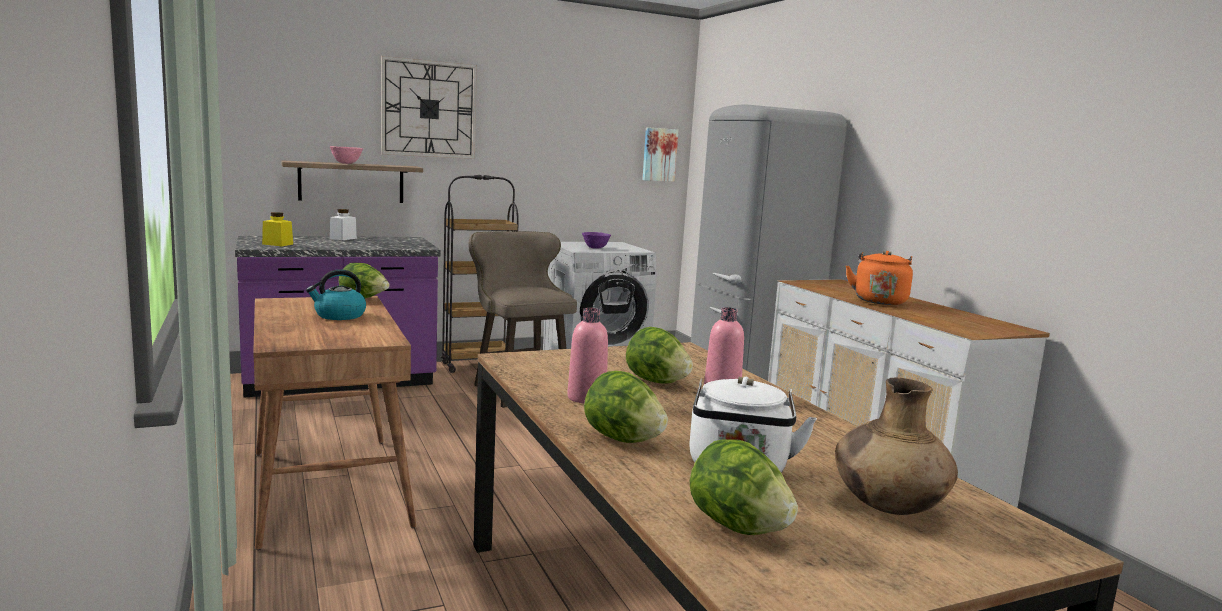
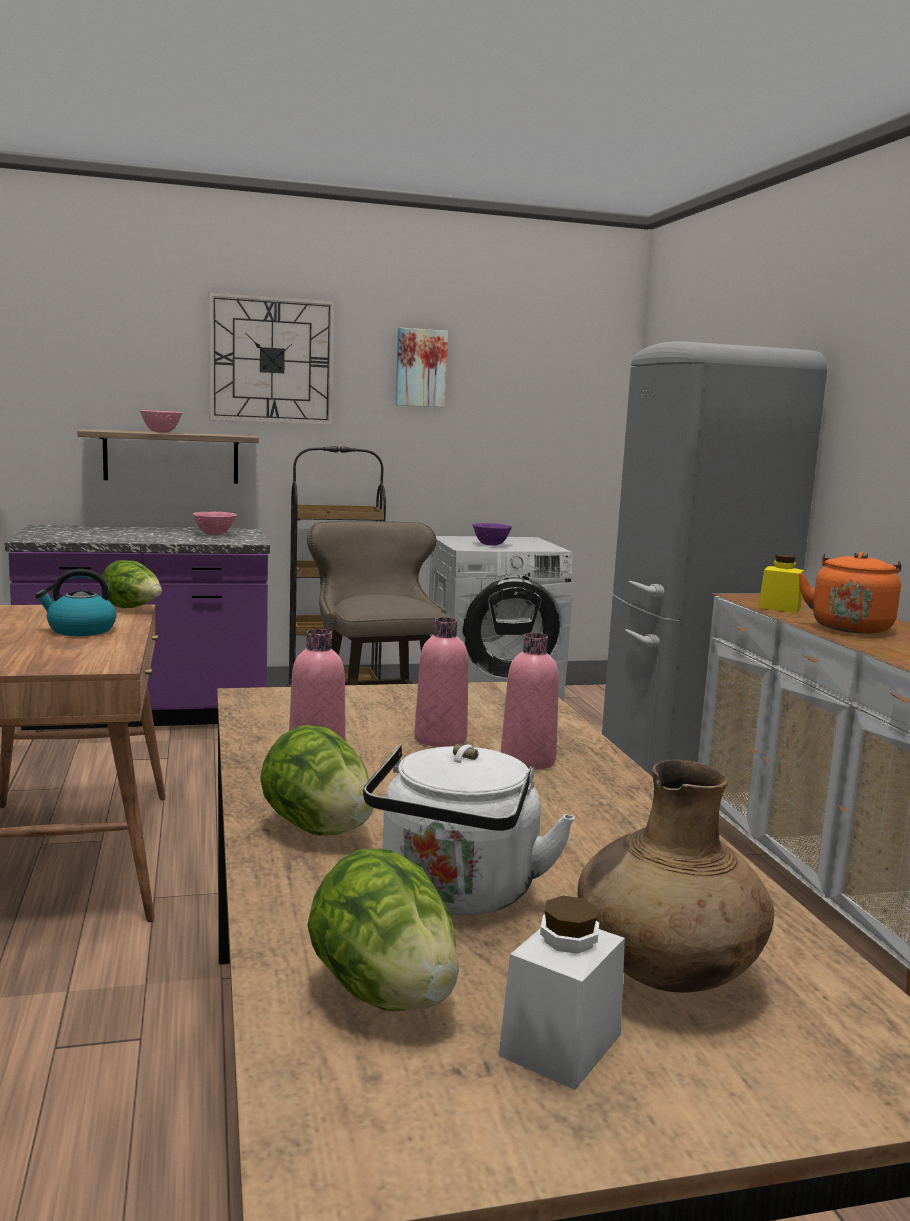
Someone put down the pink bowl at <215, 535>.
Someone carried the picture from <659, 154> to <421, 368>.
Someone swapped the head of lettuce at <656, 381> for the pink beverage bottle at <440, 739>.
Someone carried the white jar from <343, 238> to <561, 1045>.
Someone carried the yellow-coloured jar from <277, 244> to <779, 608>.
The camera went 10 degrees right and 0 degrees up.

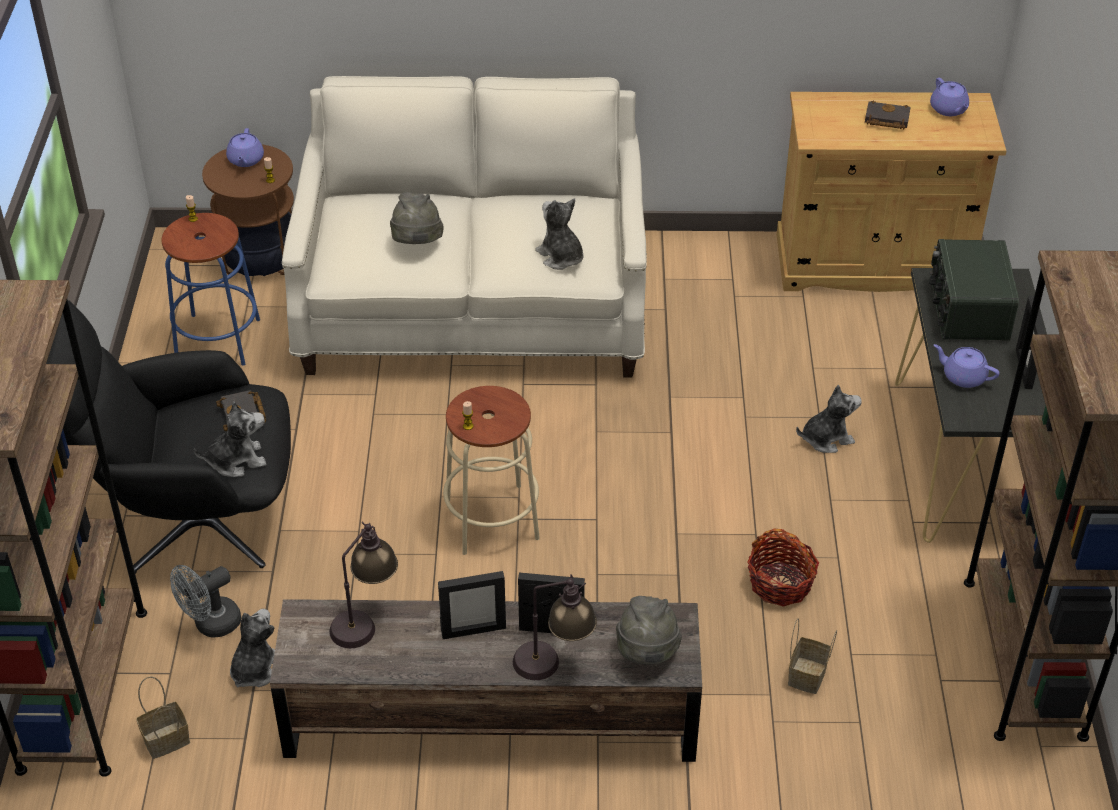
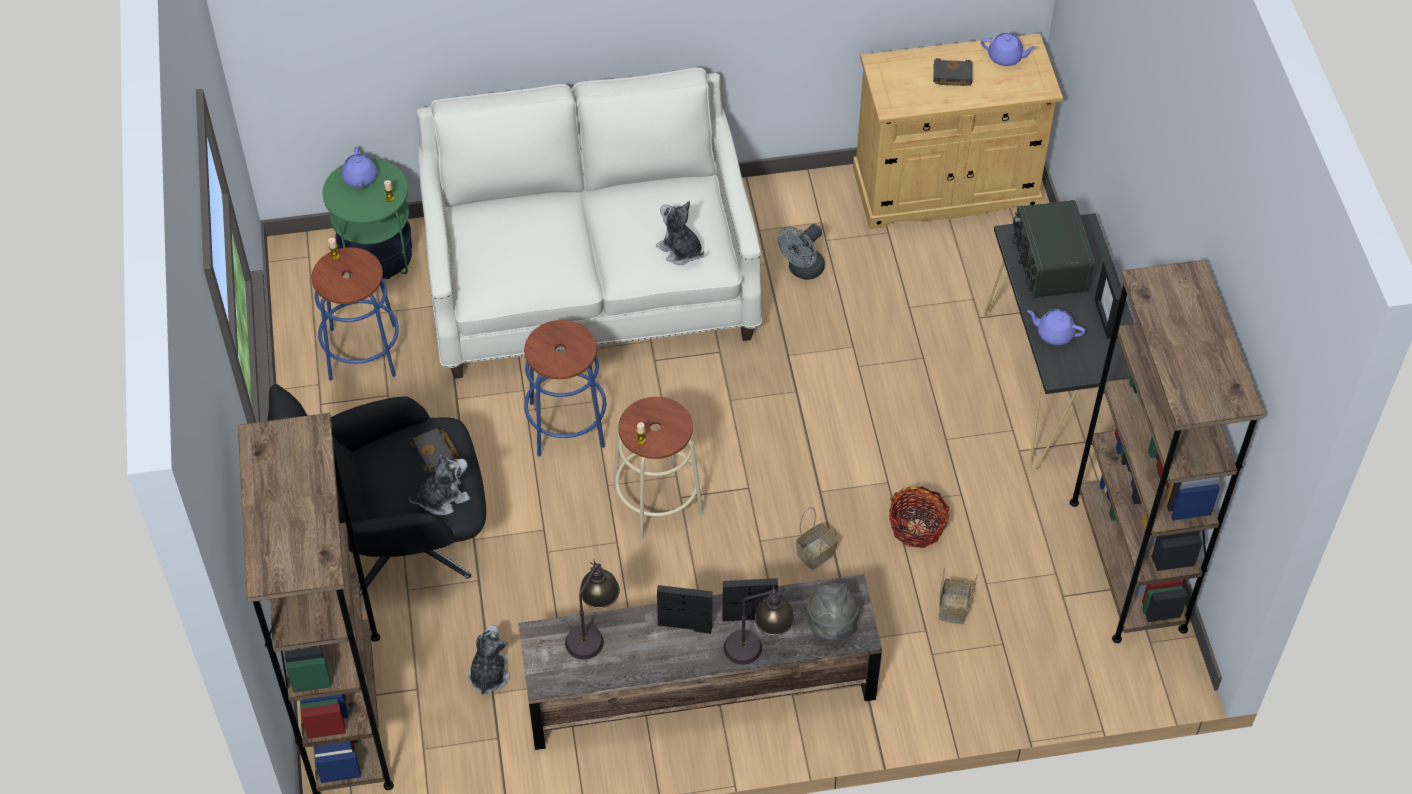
Someone repainted the brownish side table at <260, 258>, which became the green side table at <378, 258>.
Someone put down the blue-coloured stool at <567, 424>.
Someone rotated the standing frame at <473, 629> by 150 degrees counterclockwise.
Someone carried the gray electric fan from <211, 624> to <802, 270>.
Someone carried the basket from <165, 741> to <815, 554>.
Someone rotated the purple pot for tea at <949, 109> by 45 degrees counterclockwise.
Someone took away the gray clothing hat at <416, 244>.
Someone took away the soft toy at <826, 438>.
The camera went 10 degrees left and 10 degrees up.

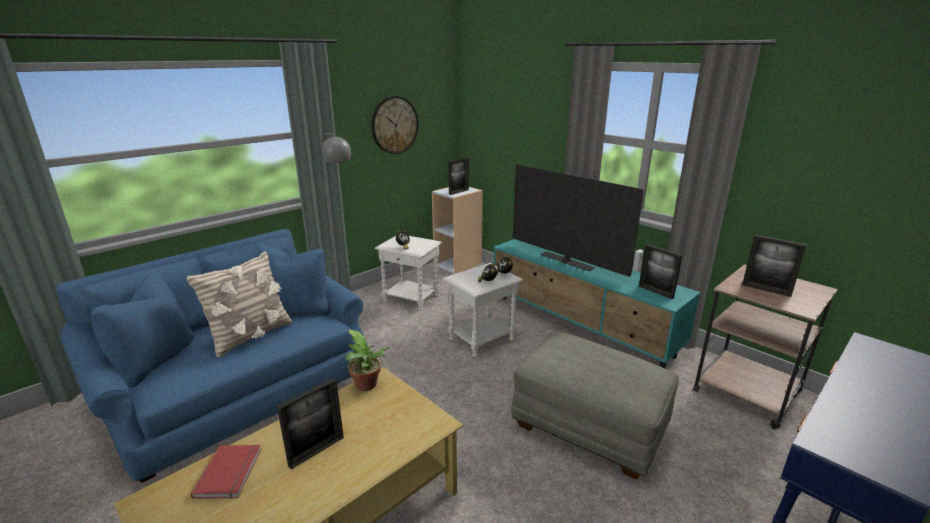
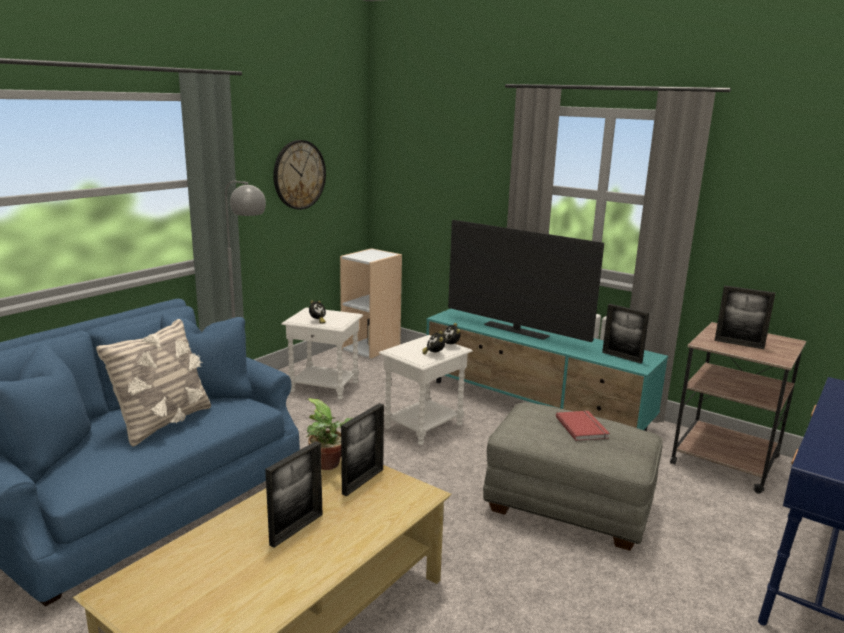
Someone carried the standing frame from <459, 192> to <363, 481>.
Someone carried the reddish book from <231, 472> to <583, 427>.
The camera went 10 degrees left and 5 degrees down.

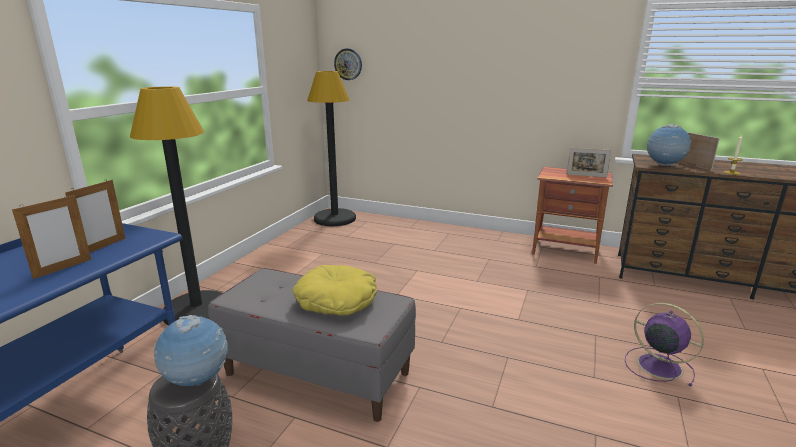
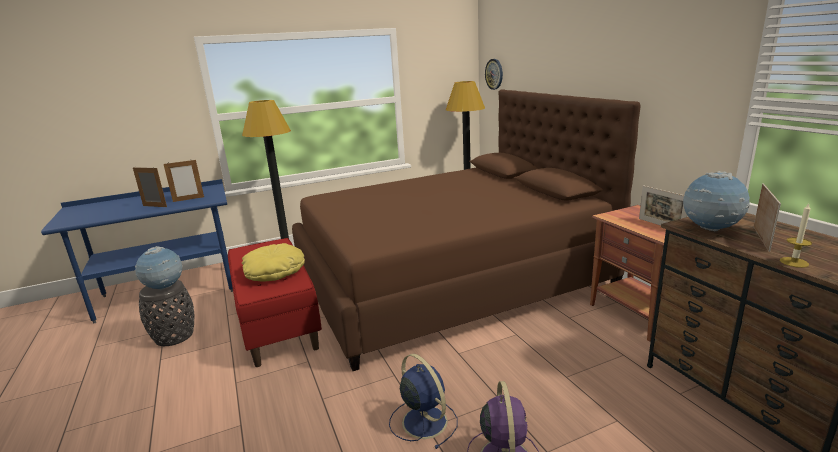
Someone rotated the standing frame at <63, 268> by 150 degrees counterclockwise.
Someone repainted the gray long seat at <318, 373>, which became the reddish long seat at <278, 323>.
Someone put down the brownish bed at <449, 278>.
Someone put down the blue-coloured electric fan at <423, 420>.
The camera went 45 degrees right and 0 degrees up.

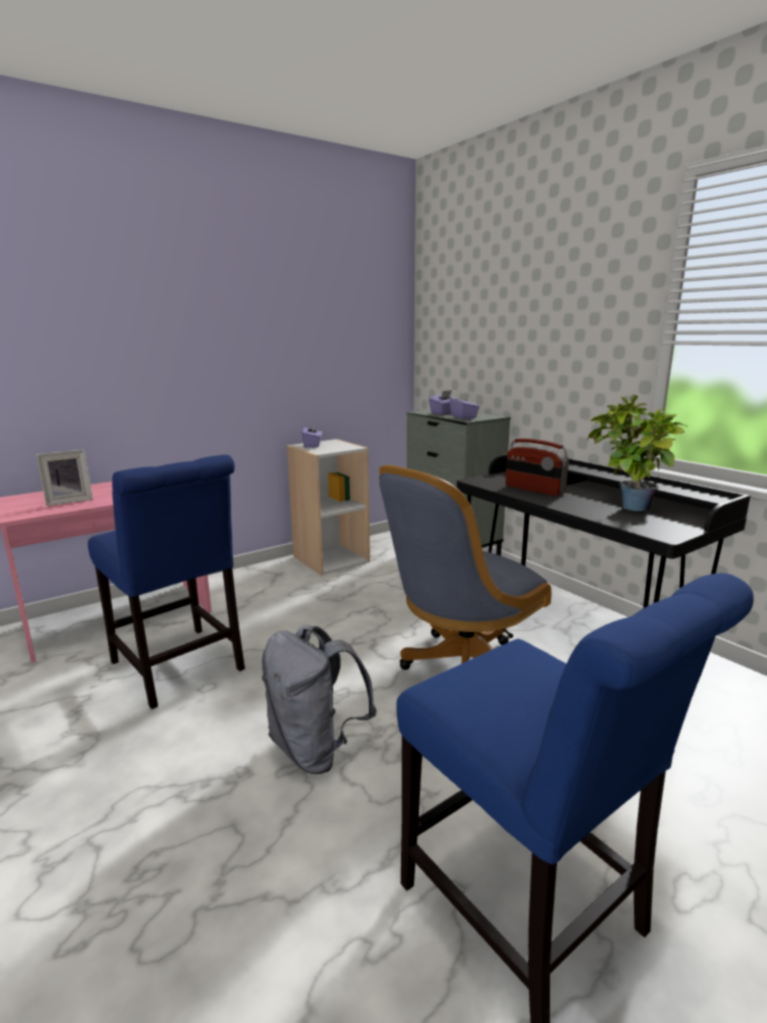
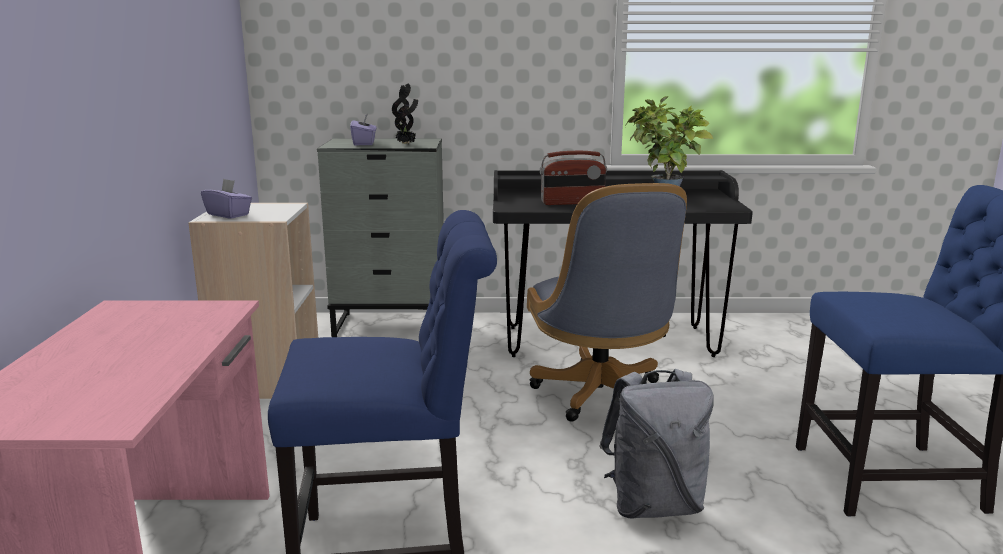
Someone swapped the purple tissue box at <464, 417> for the plant in a pot at <406, 144>.
Someone took away the standing frame at <69, 501>.
The camera went 55 degrees left and 0 degrees up.

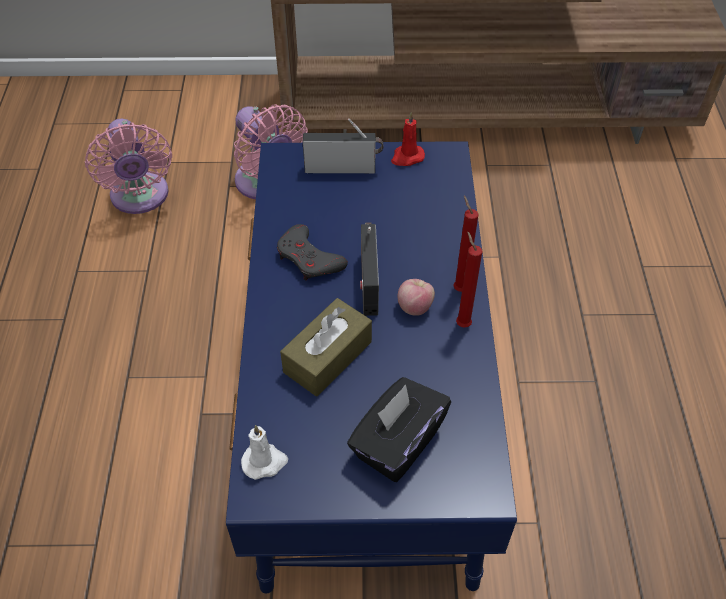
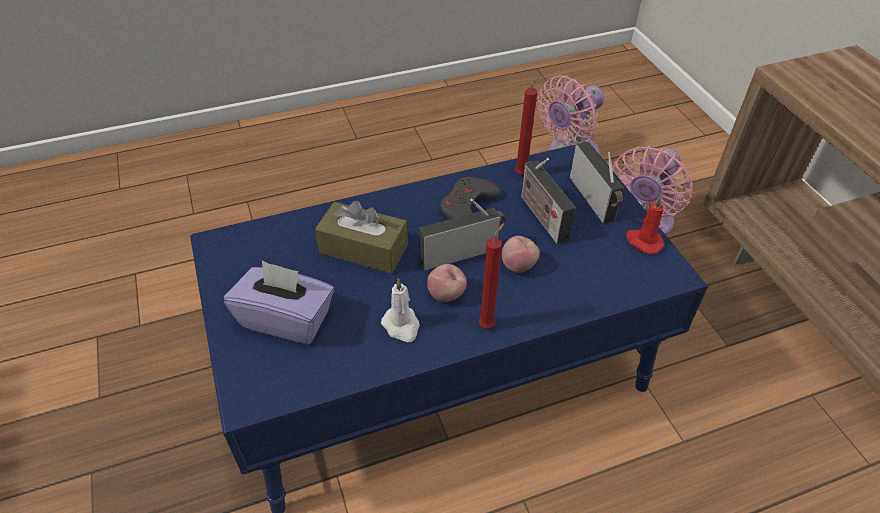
Someone repainted the black-coloured tissue box at <397, 442>, which became the purple tissue box at <286, 319>.
Someone carried the white wax candle from <265, 462> to <402, 326>.
Someone put down the apple at <518, 265>.
Someone carried the reddish wax candle from <462, 323> to <522, 173>.
Someone put down the radio at <541, 216>.
The camera went 70 degrees right and 5 degrees down.

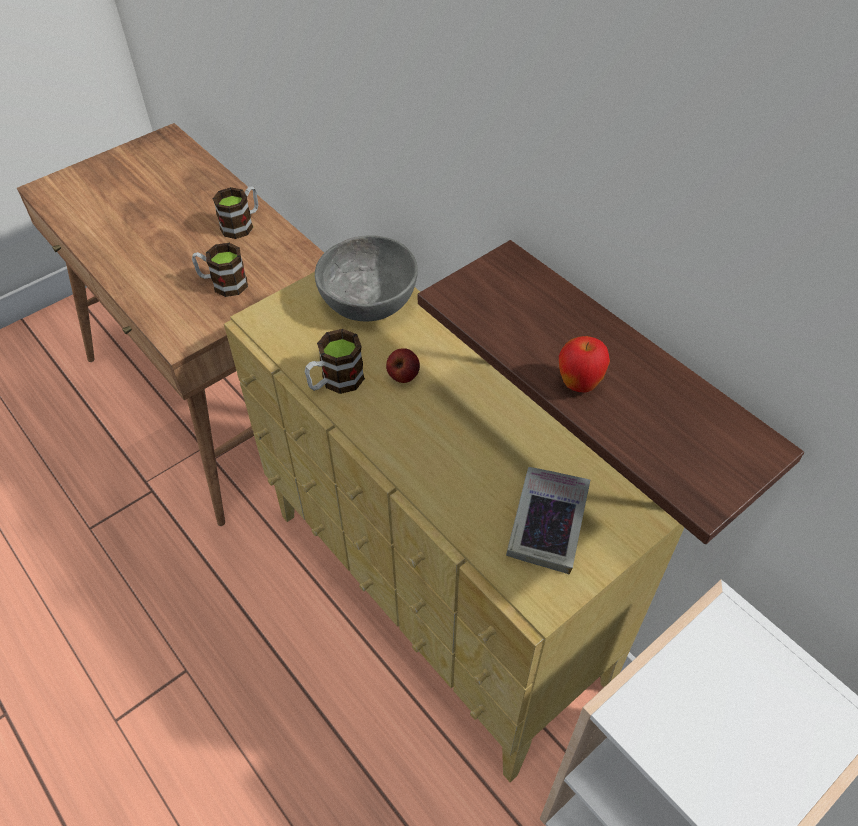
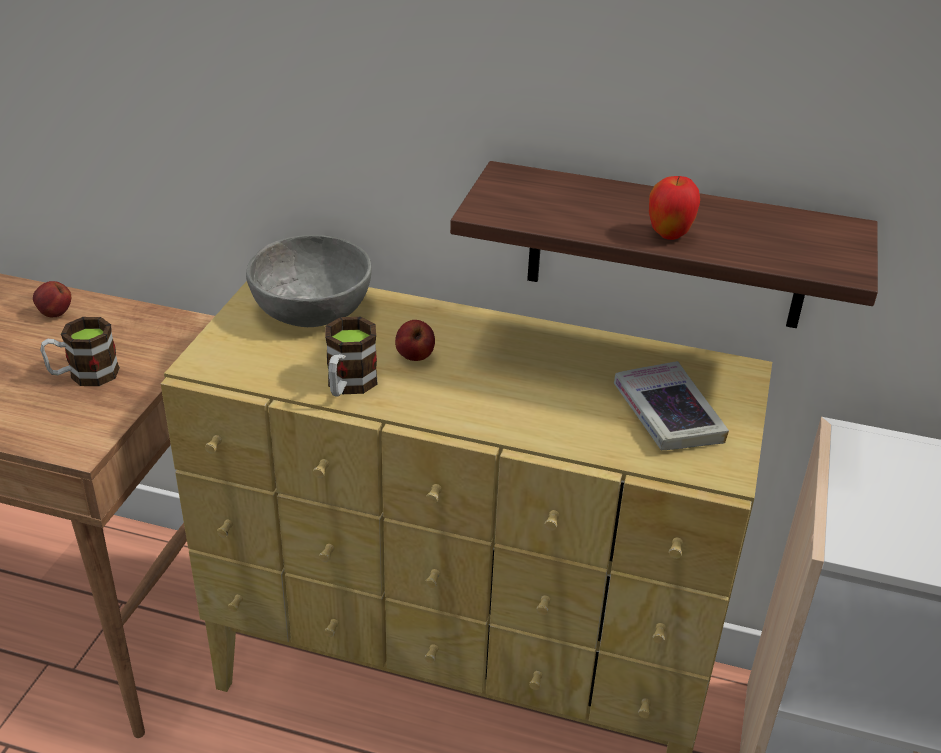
Someone swapped the mug at <242, 224> for the apple at <55, 314>.
The camera went 35 degrees left and 15 degrees down.

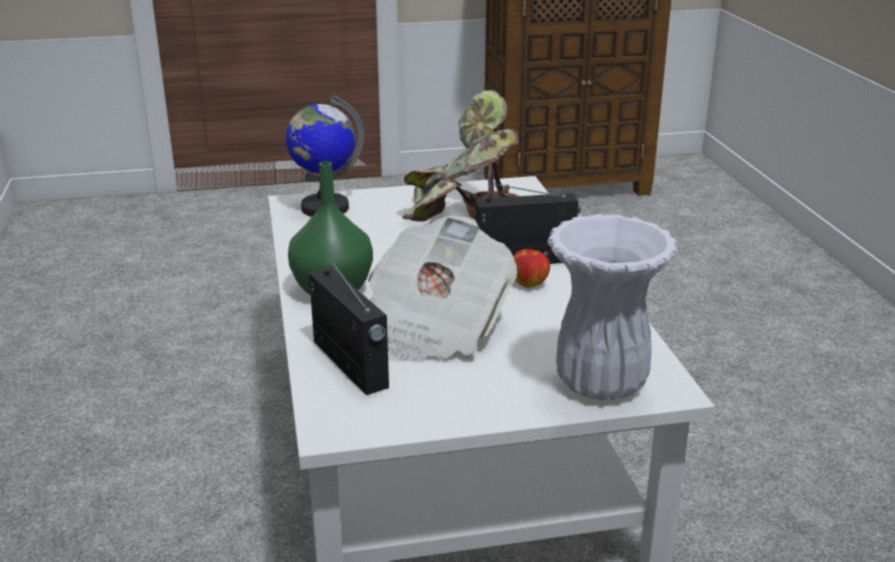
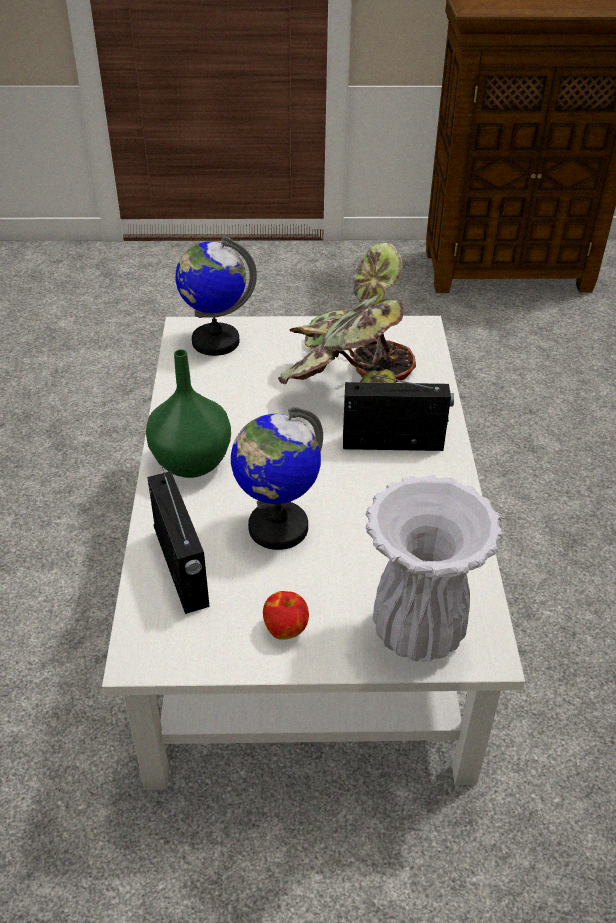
Someone swapped the daily paper at <435, 327> for the world globe at <277, 527>.
Someone carried the apple from <529, 284> to <286, 629>.
The camera went 10 degrees right and 15 degrees up.

